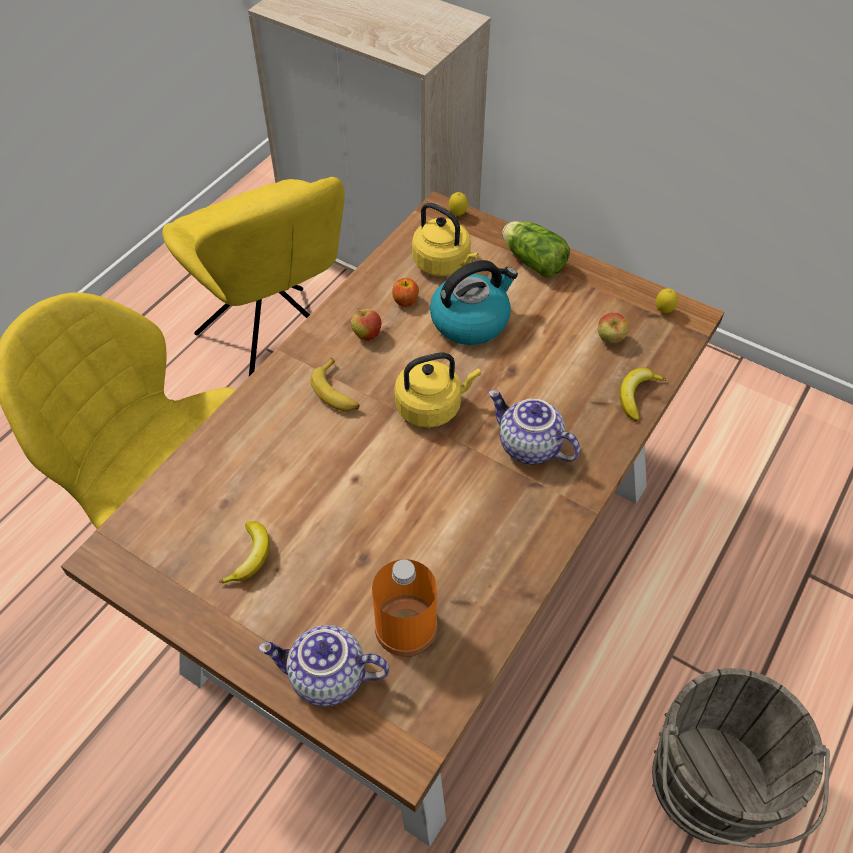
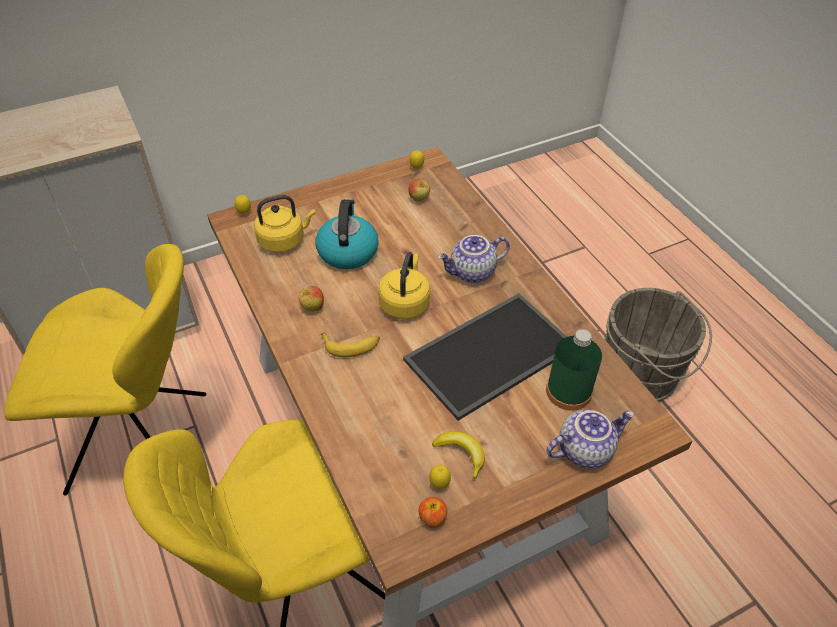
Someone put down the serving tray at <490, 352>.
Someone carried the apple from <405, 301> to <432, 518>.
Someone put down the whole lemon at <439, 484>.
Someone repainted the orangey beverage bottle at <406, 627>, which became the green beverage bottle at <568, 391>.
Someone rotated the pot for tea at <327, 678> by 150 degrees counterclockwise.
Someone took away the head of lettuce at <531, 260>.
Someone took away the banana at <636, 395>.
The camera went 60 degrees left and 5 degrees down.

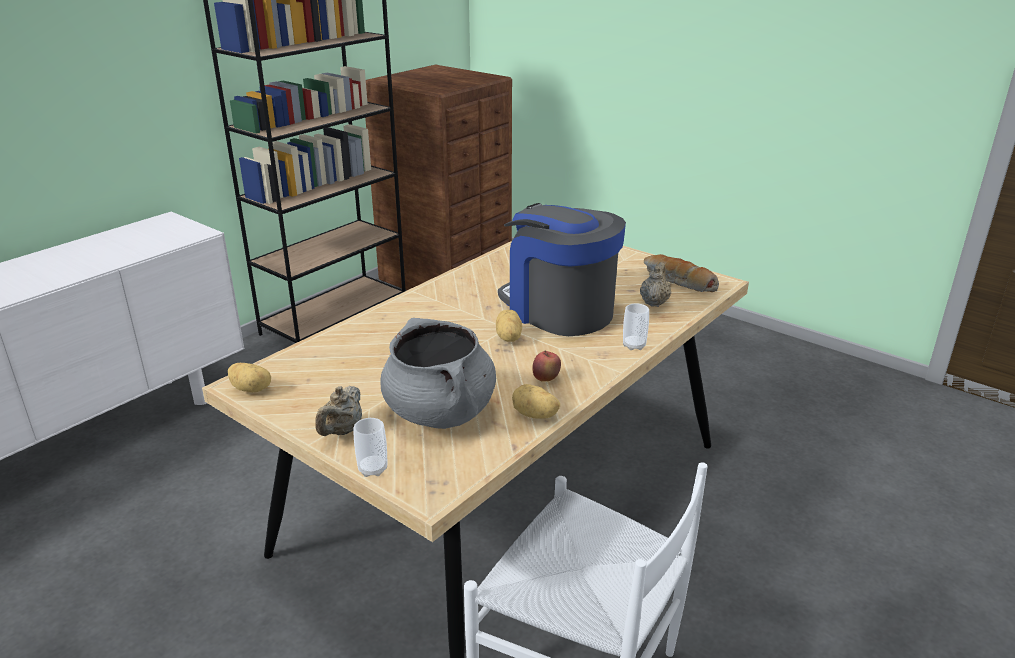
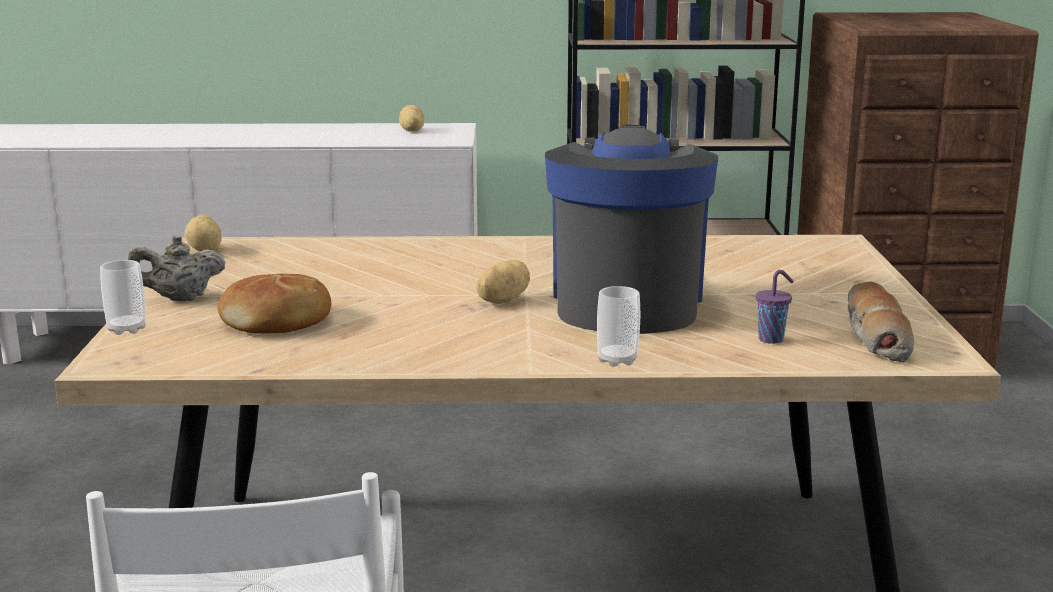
Someone swapped the gray saucepot at <440, 412> for the baked bread at <278, 321>.
Someone carried the potato from <535, 415> to <411, 131>.
Someone swapped the beige-coloured pot for tea at <654, 302> for the purple small cup at <772, 339>.
Someone took away the apple at <546, 379>.
The camera went 50 degrees right and 10 degrees down.

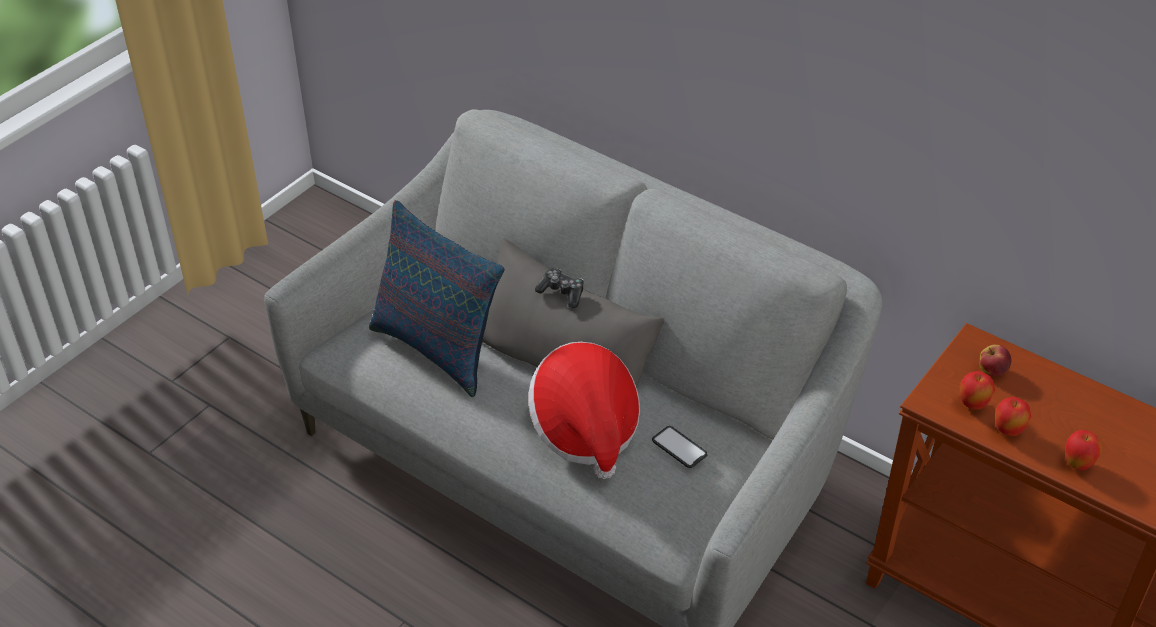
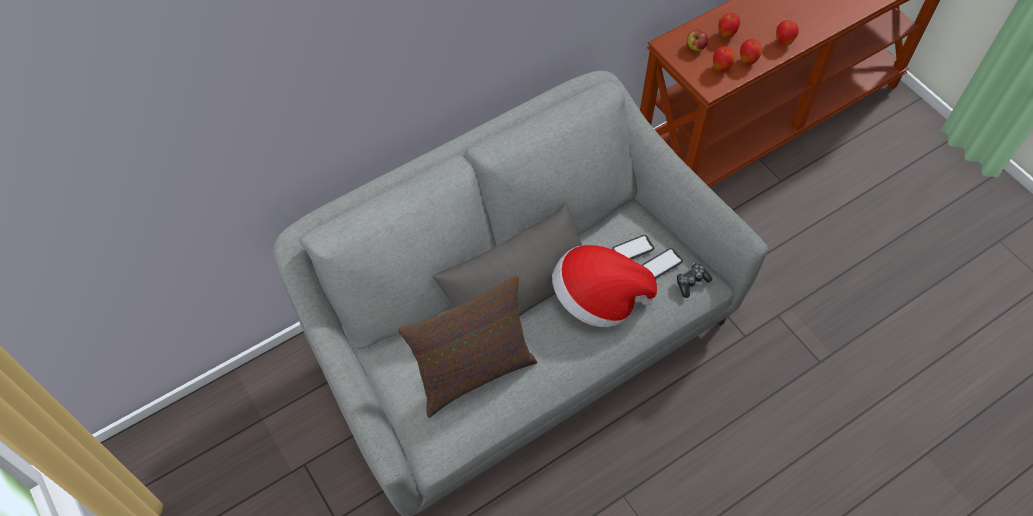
Someone repainted the blue-coloured cushion at <436, 350>, which became the brownish cushion at <474, 374>.
Someone put down the telephone at <662, 264>.
Someone carried the game controller from <562, 293> to <691, 282>.
Someone put down the apple at <726, 35>.
The camera went 70 degrees left and 15 degrees up.

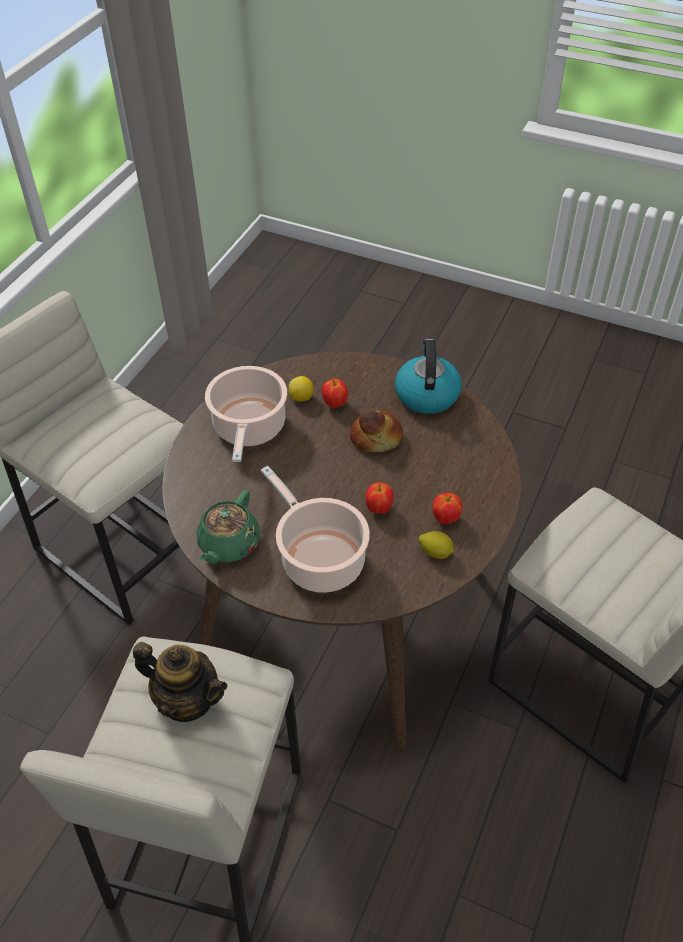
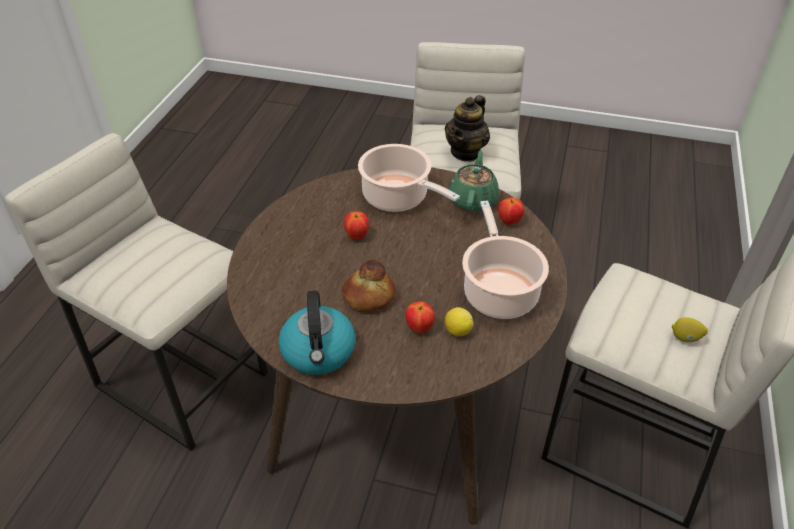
Someone rotated the pot for tea at <187, 700> by 75 degrees counterclockwise.
Someone carried the apple from <446, 519> to <509, 221>.
Someone carried the whole lemon from <436, 552> to <685, 338>.
The camera went 170 degrees right and 5 degrees down.

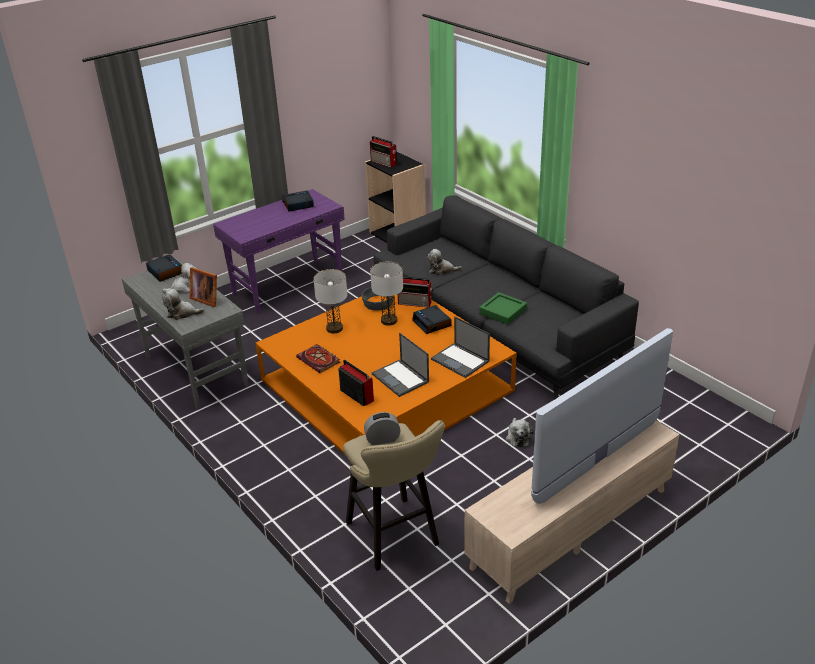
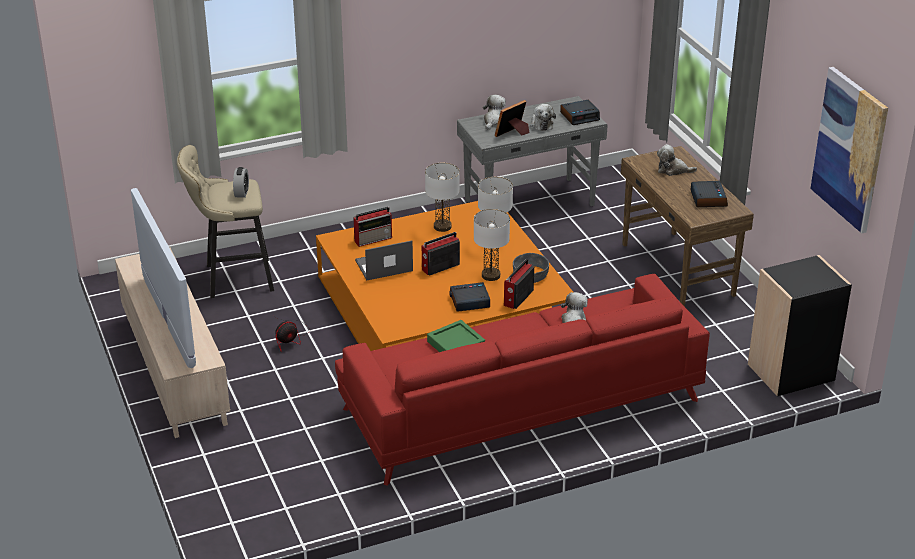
Someone put down the electric fan at <290, 338>.
Someone repainted the gray settee at <495, 324>, which became the reddish settee at <519, 404>.
Someone carried the radio from <384, 163> to <440, 267>.
Someone swapped the book at <319, 360> for the tabletop lamp at <442, 227>.
Someone repainted the purple hall table at <288, 286>, which became the brownish hall table at <678, 270>.
Someone carried the soft toy from <518, 437> to <673, 170>.
Someone put up the picture at <850, 149>.
Someone took away the notebook computer at <460, 360>.
The camera went 105 degrees right and 0 degrees up.

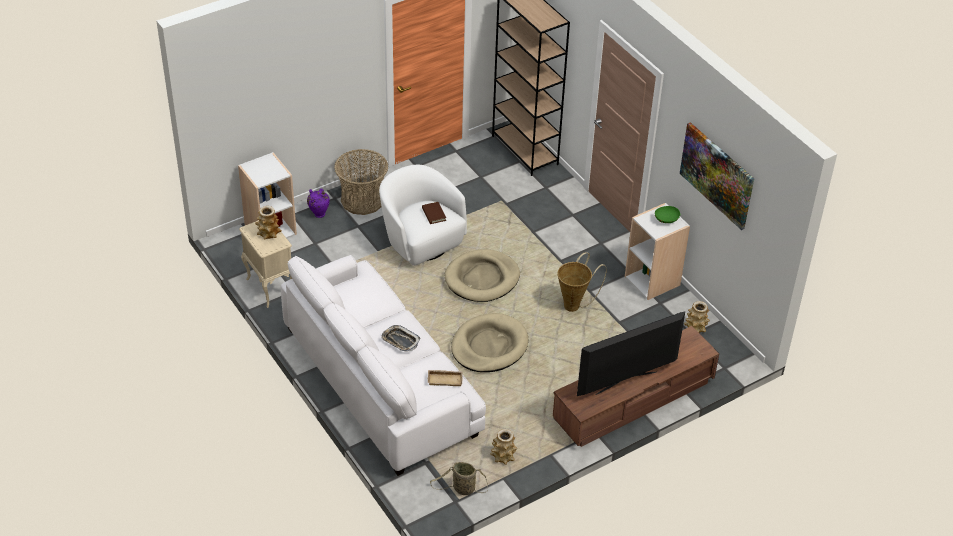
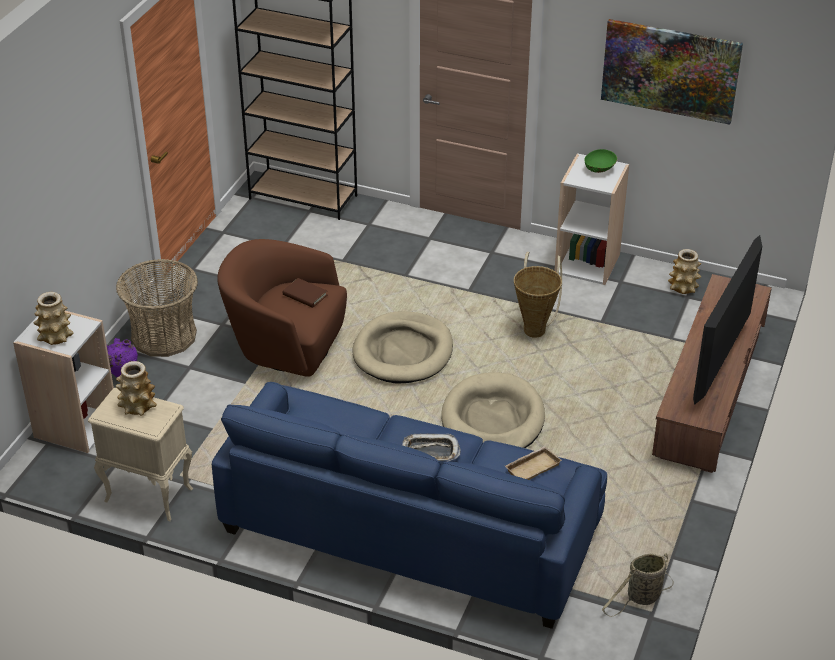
Someone carried the vase from <503, 456> to <55, 337>.
Someone repainted the white settee at <381, 381>, which became the blue-coloured settee at <410, 529>.
Someone repainted the white armchair at <420, 241>, which became the brownish armchair at <285, 347>.
The camera went 35 degrees left and 5 degrees down.

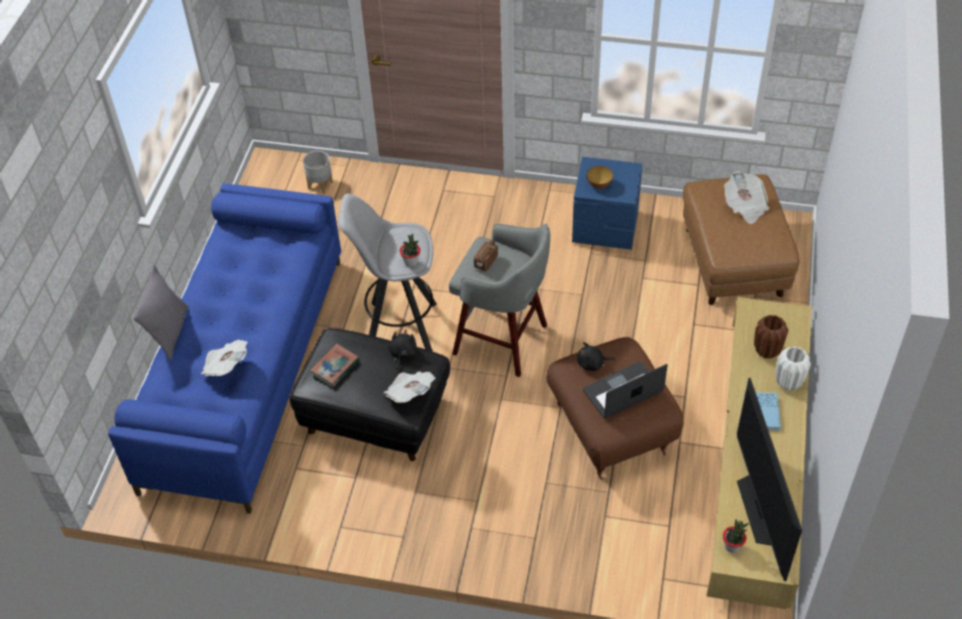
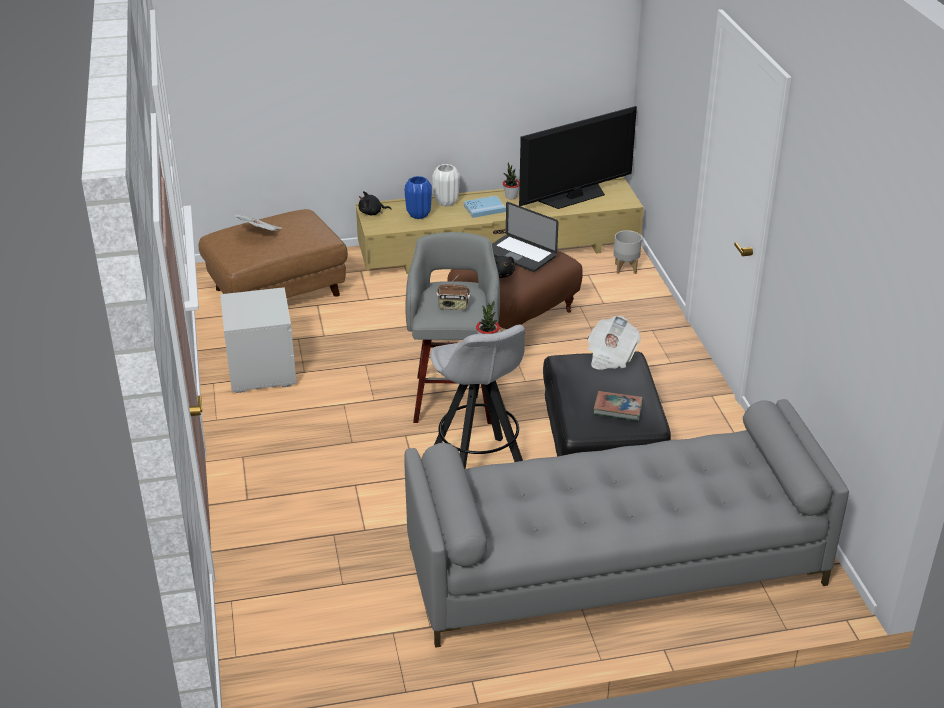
Someone repainted the blue-coloured bedside table at <605, 226>, which became the white bedside table at <260, 371>.
Someone carried the black-coloured soft toy from <402, 354> to <372, 213>.
Someone repainted the blue-coloured settee at <245, 370>, which became the gray settee at <614, 566>.
Someone repainted the brownish vase at <766, 351>, which became the blue-coloured vase at <418, 215>.
Someone carried the plant in a pot from <732, 546> to <511, 196>.
Someone carried the gray planter from <320, 185> to <626, 268>.
Someone took away the gray cushion at <170, 333>.
Someone took away the daily paper at <226, 366>.
Someone took away the bowl at <599, 185>.
The camera went 115 degrees left and 15 degrees down.

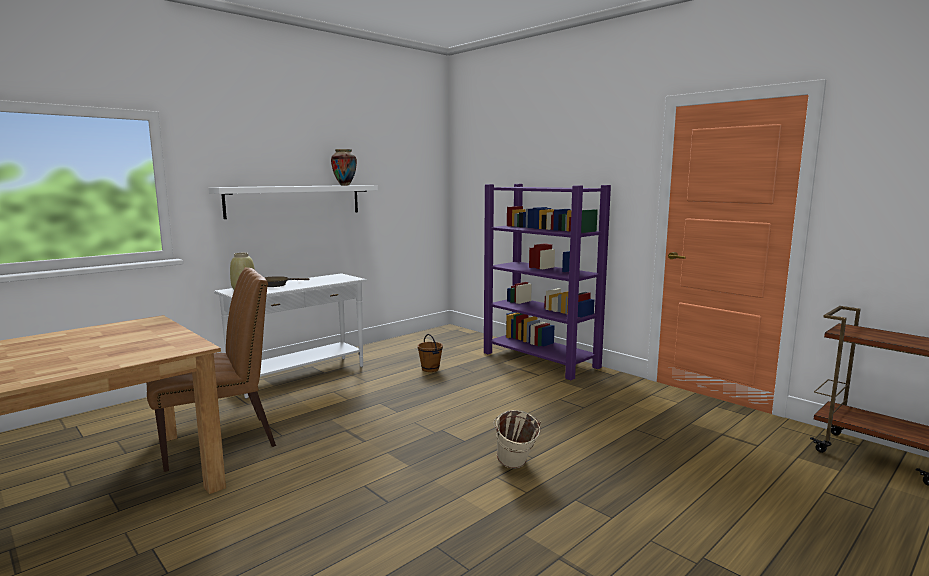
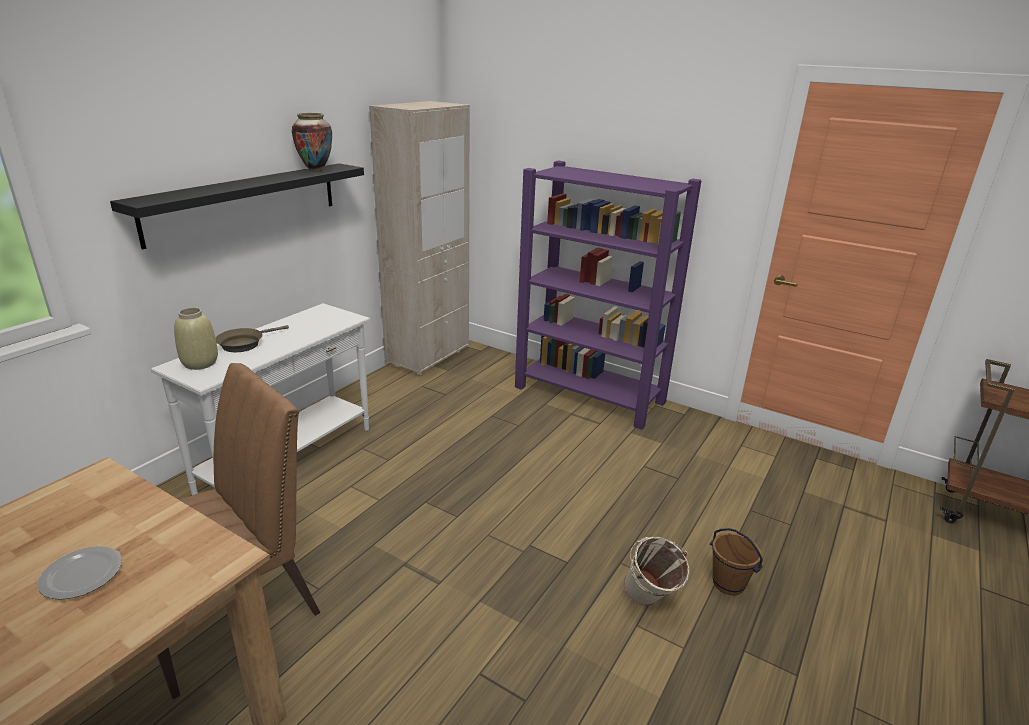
Someone put down the flat dish at <82, 574>.
Someone repainted the white wall shelf at <295, 200>, which became the black-coloured wall shelf at <245, 202>.
Someone put down the beige-coloured cupboard at <429, 358>.
Someone carried the brownish water bucket from <430, 369> to <728, 583>.
The camera went 15 degrees left and 15 degrees up.

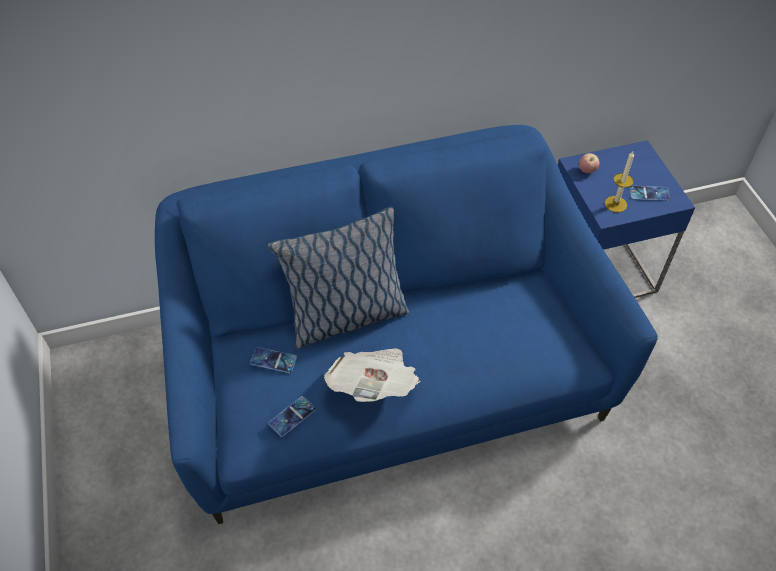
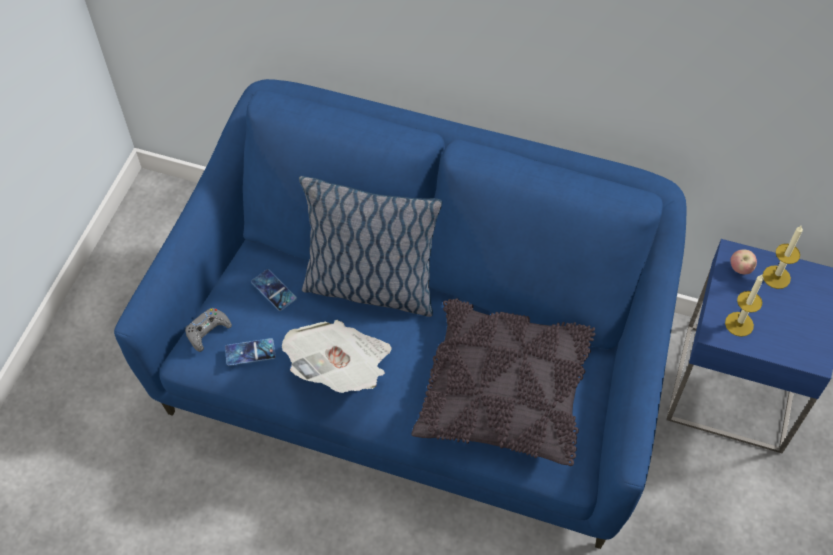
Someone put down the gray game controller at <208, 331>.
Someone put down the black-coloured cushion at <504, 391>.
Someone put down the wax candle at <776, 277>.
Someone took away the telephone at <649, 193>.
The camera went 35 degrees right and 5 degrees up.

